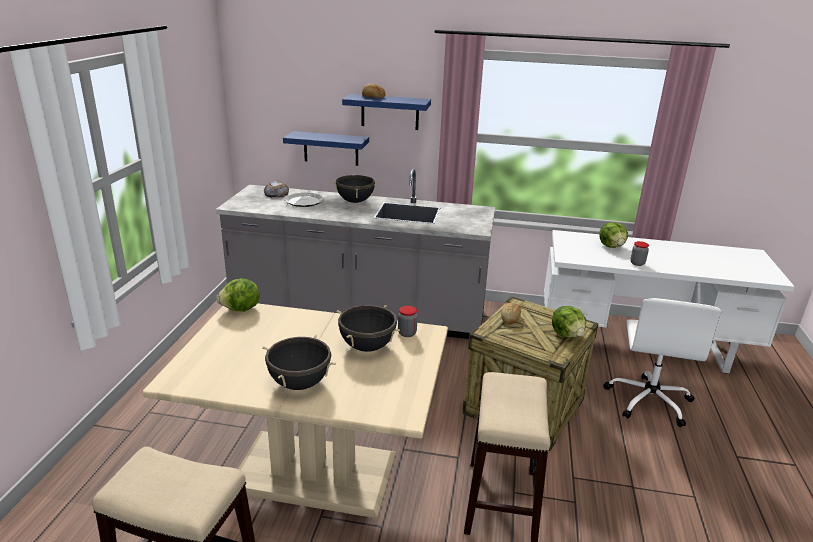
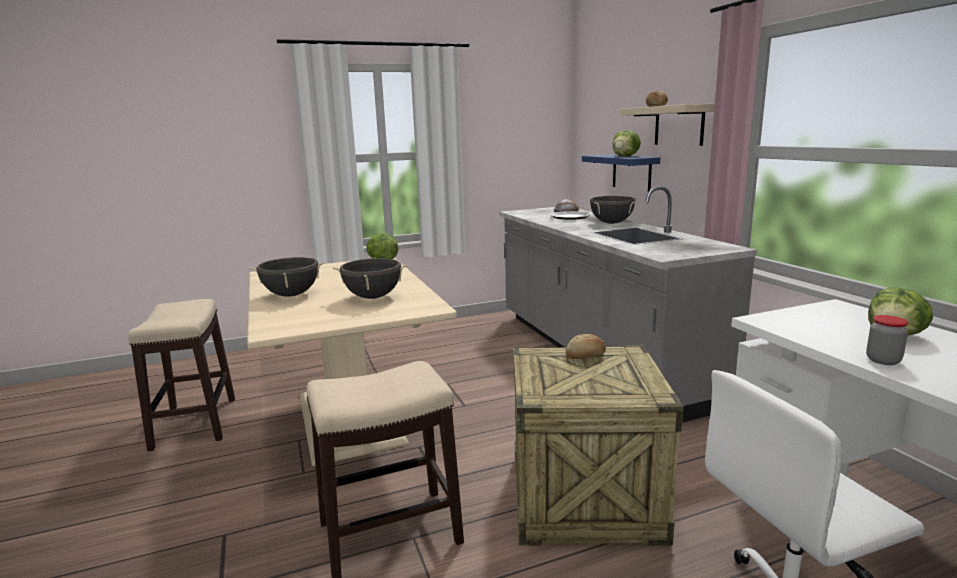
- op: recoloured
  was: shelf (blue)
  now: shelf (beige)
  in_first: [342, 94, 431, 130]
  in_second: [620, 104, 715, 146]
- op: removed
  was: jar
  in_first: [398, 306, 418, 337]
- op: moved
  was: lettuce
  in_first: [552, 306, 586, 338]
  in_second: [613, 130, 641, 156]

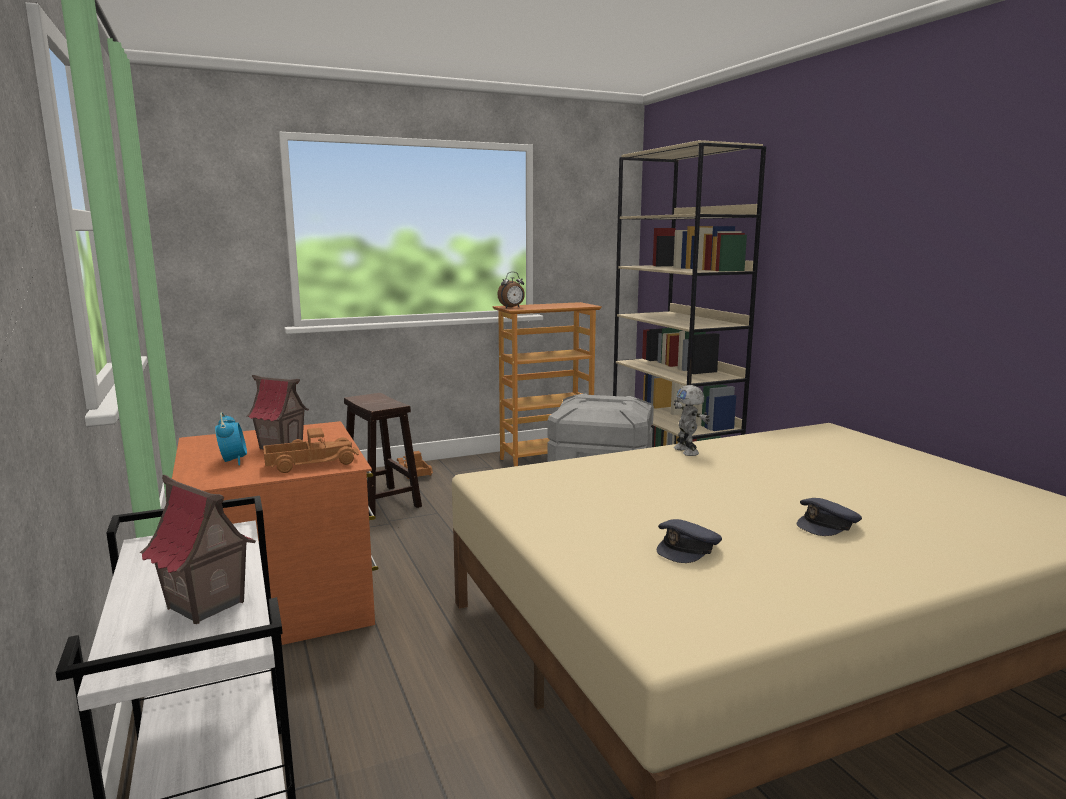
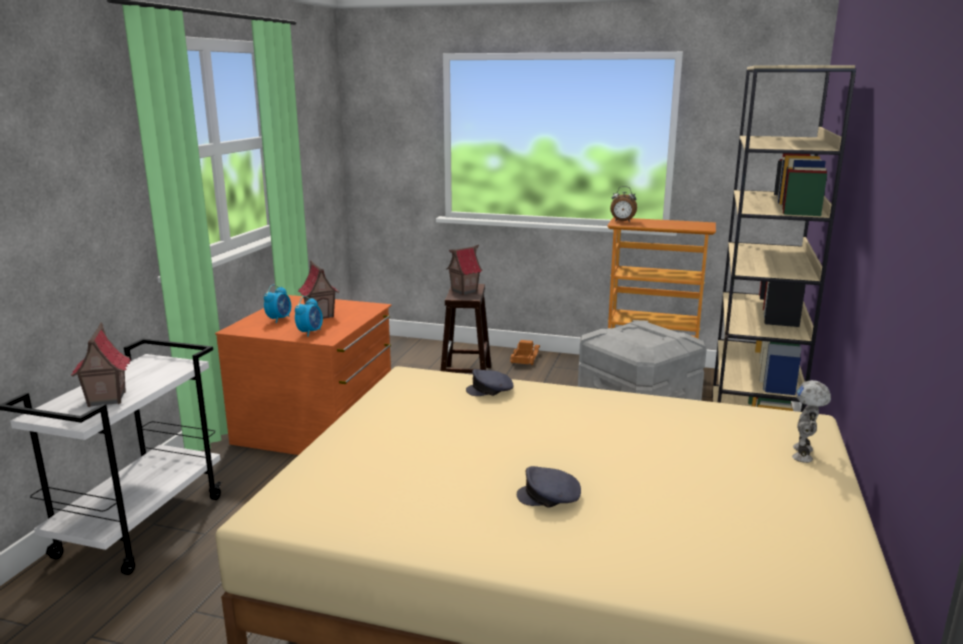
- op: moved
  was: toy robot
  in_first: [674, 385, 710, 456]
  in_second: [792, 380, 831, 463]
- op: replaced
  was: toy truck
  now: alarm clock
  in_first: [263, 428, 359, 473]
  in_second: [295, 296, 323, 337]
- op: moved
  was: cap (grey)
  in_first: [657, 519, 722, 563]
  in_second: [466, 369, 513, 396]
- op: added
  now: toy house
  in_second: [446, 245, 483, 295]

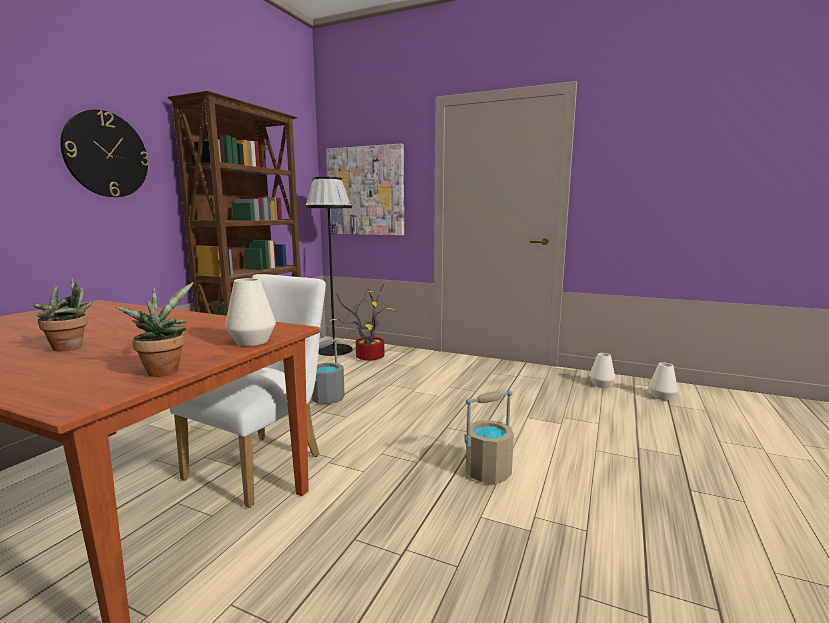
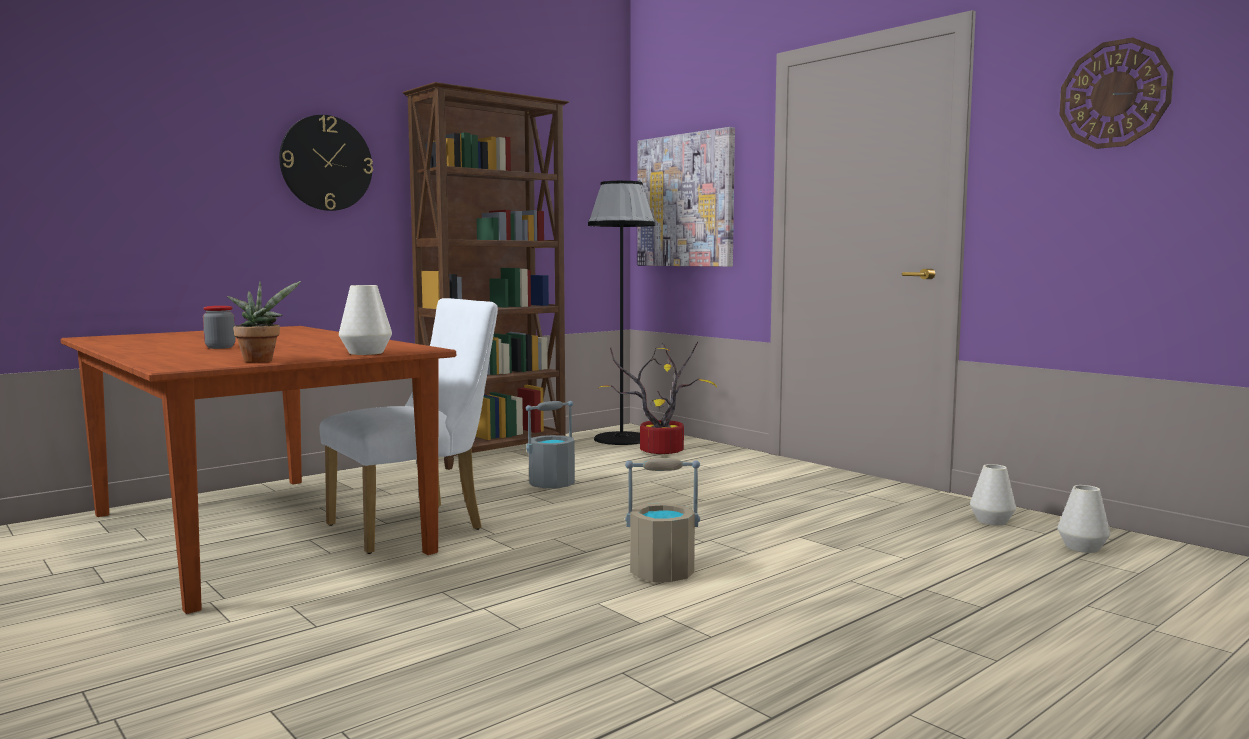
- op: replaced
  was: potted plant
  now: jar
  in_first: [33, 277, 93, 351]
  in_second: [203, 306, 235, 349]
- op: added
  now: wall clock
  in_second: [1059, 37, 1174, 149]

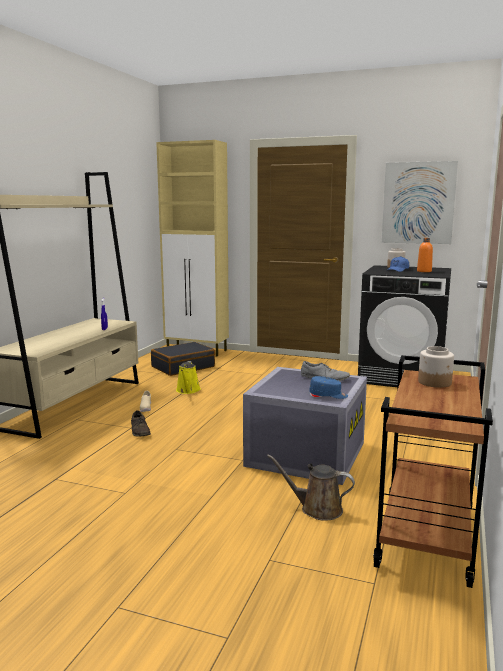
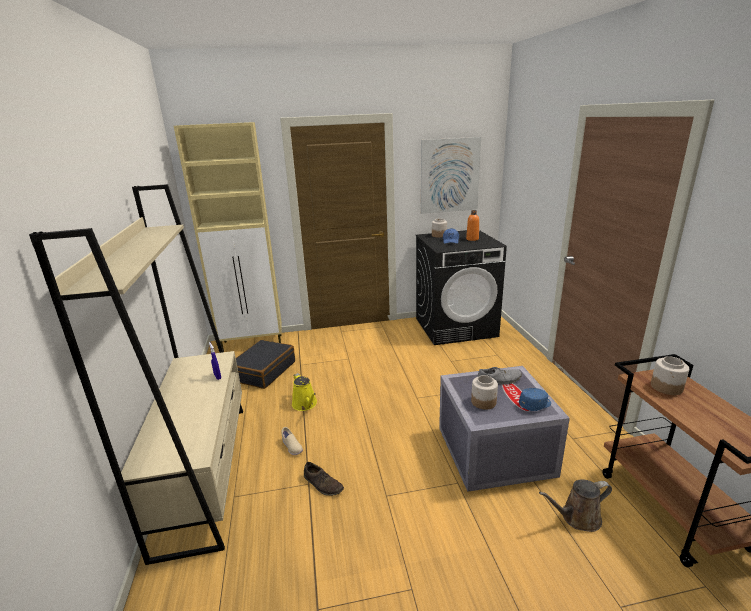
- op: added
  now: jar
  in_second: [471, 375, 498, 410]

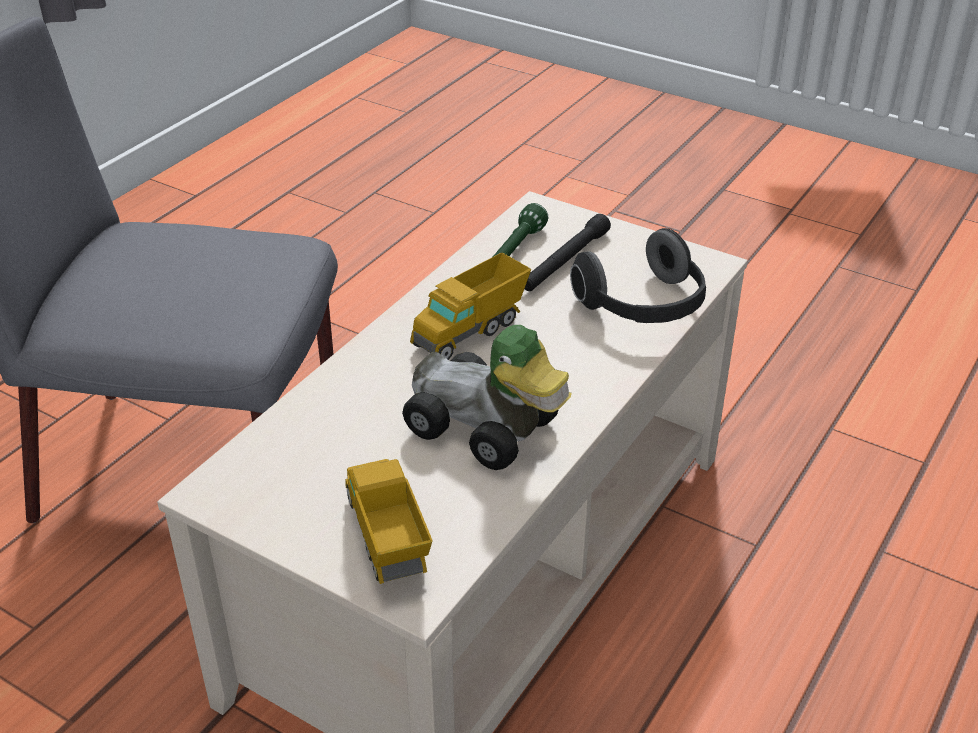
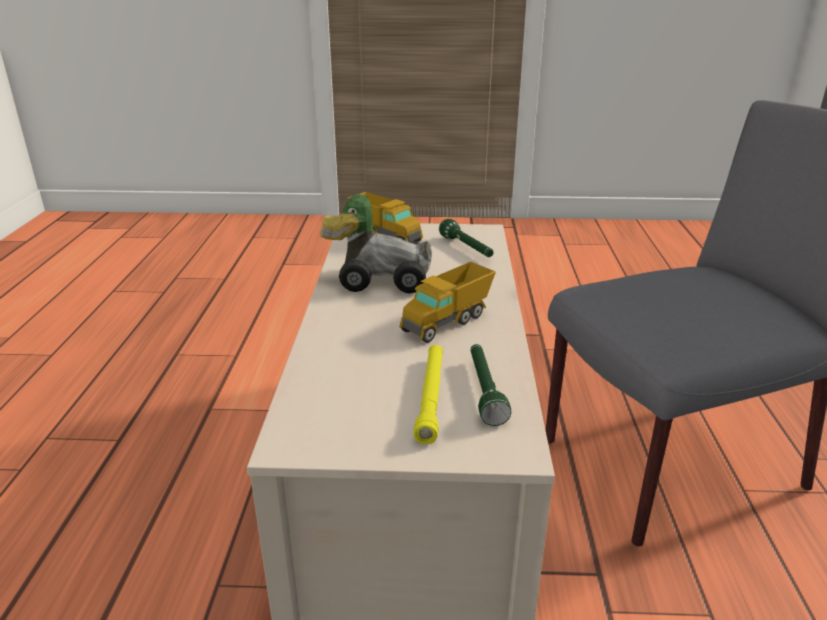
- op: recoloured
  was: flashlight (black)
  now: flashlight (yellow)
  in_first: [524, 214, 611, 291]
  in_second: [413, 345, 443, 444]
- op: removed
  was: headphones
  in_first: [570, 228, 706, 323]
- op: turned
  was: toy truck
  in_first: [410, 253, 531, 360]
  in_second: [399, 262, 496, 343]
  clockwise: -150
- op: added
  now: flashlight (green)
  in_second: [439, 218, 494, 257]

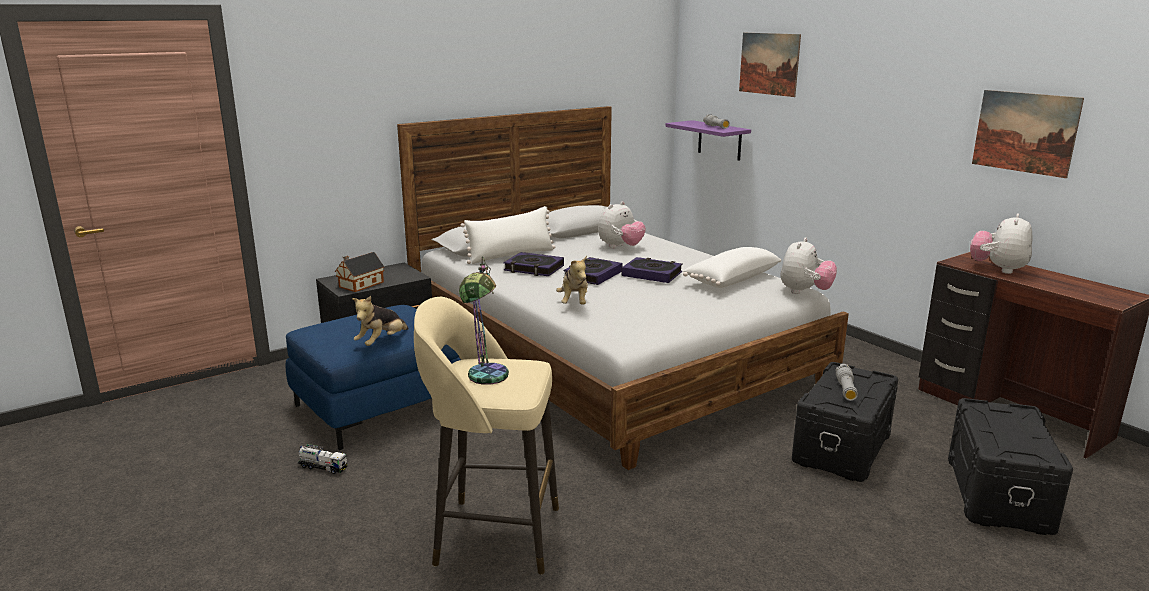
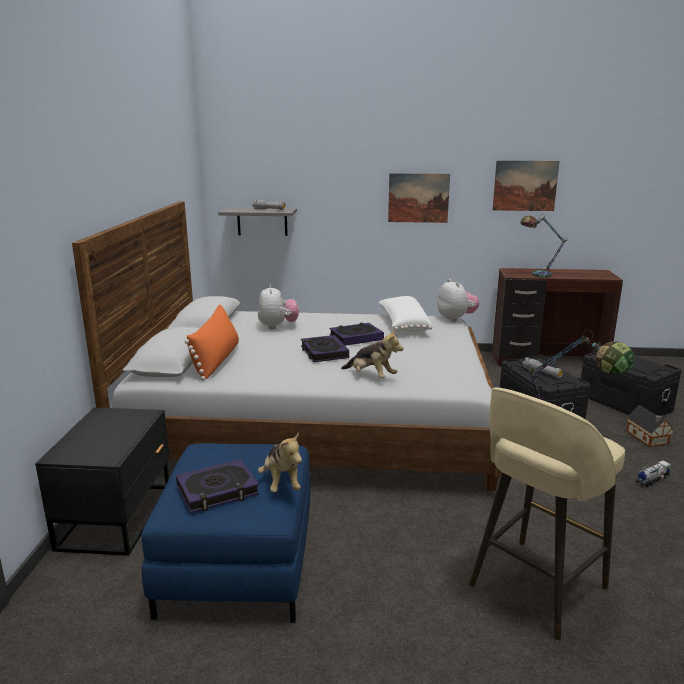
- op: moved
  was: picture
  in_first: [739, 33, 801, 97]
  in_second: [388, 173, 450, 223]
- op: recoloured
  was: shelf (purple)
  now: shelf (grey)
  in_first: [665, 120, 751, 161]
  in_second: [218, 208, 297, 236]
- op: recoloured
  was: pillow (white)
  now: pillow (orange)
  in_first: [461, 206, 555, 264]
  in_second: [184, 304, 239, 380]
- op: replaced
  was: plush toy
  now: table lamp
  in_first: [970, 213, 1032, 274]
  in_second: [520, 214, 568, 278]
- op: moved
  was: toy house
  in_first: [335, 252, 384, 292]
  in_second: [627, 405, 674, 447]
- op: moved
  was: book
  in_first: [504, 252, 564, 276]
  in_second: [176, 459, 259, 513]
- op: moved
  was: toy truck
  in_first: [297, 444, 348, 474]
  in_second: [635, 460, 671, 487]

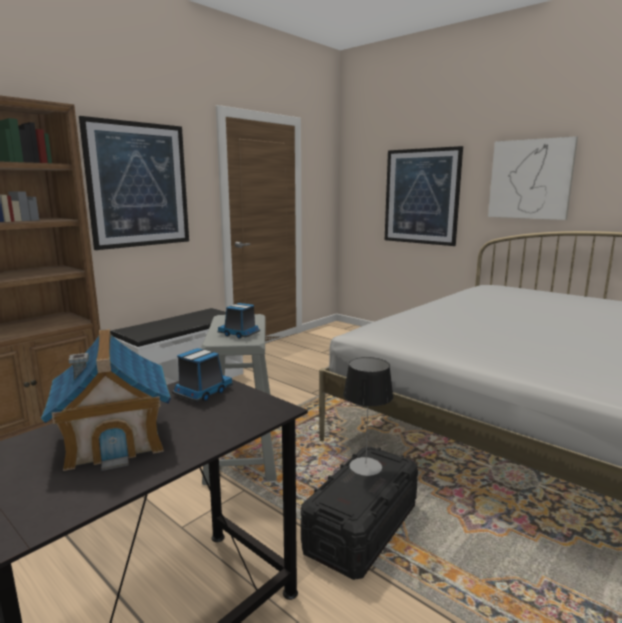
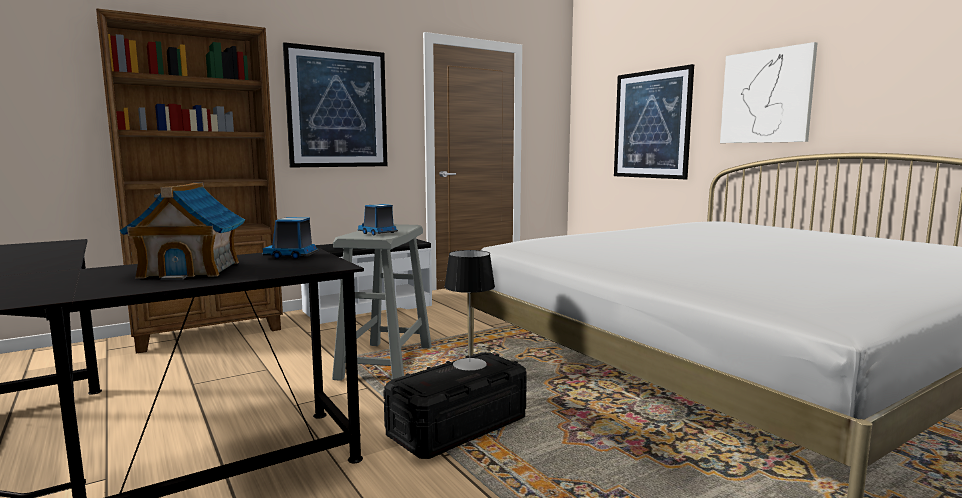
- op: turned
  was: toy truck
  in_first: [172, 348, 233, 402]
  in_second: [262, 217, 319, 259]
  clockwise: -135

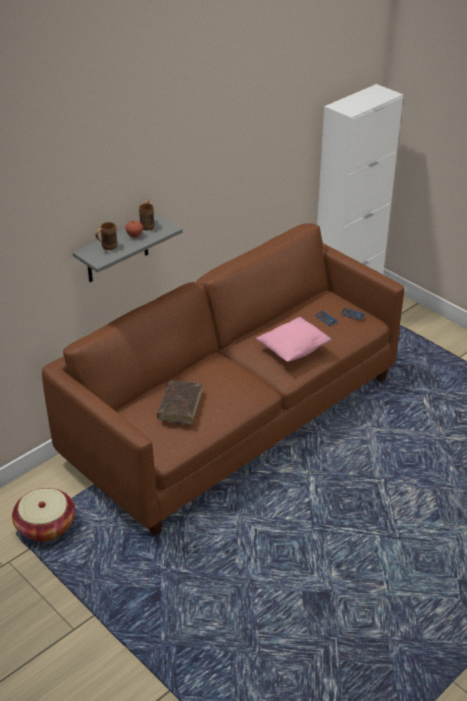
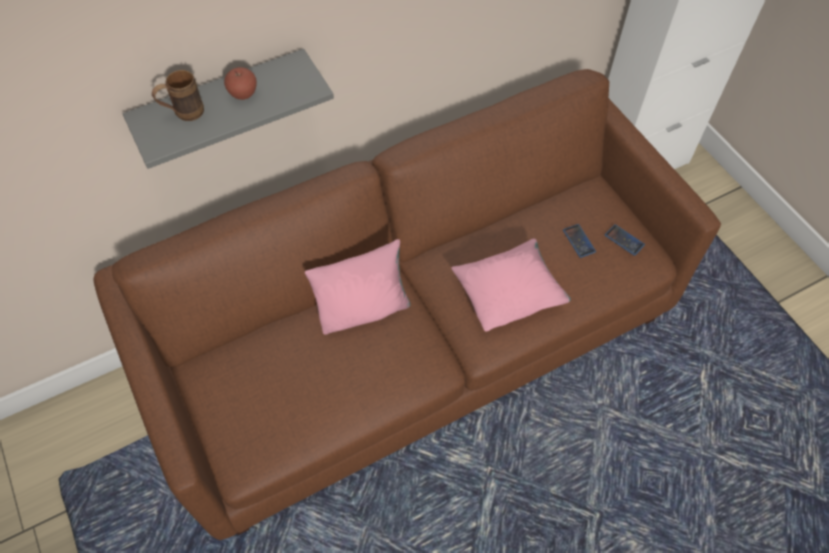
- op: removed
  was: mug (brown)
  in_first: [139, 199, 155, 231]
- op: removed
  was: book (brown)
  in_first: [157, 381, 203, 425]
- op: removed
  was: basket
  in_first: [12, 488, 75, 542]
- op: added
  now: pillow (pink)
  in_second: [305, 239, 411, 335]

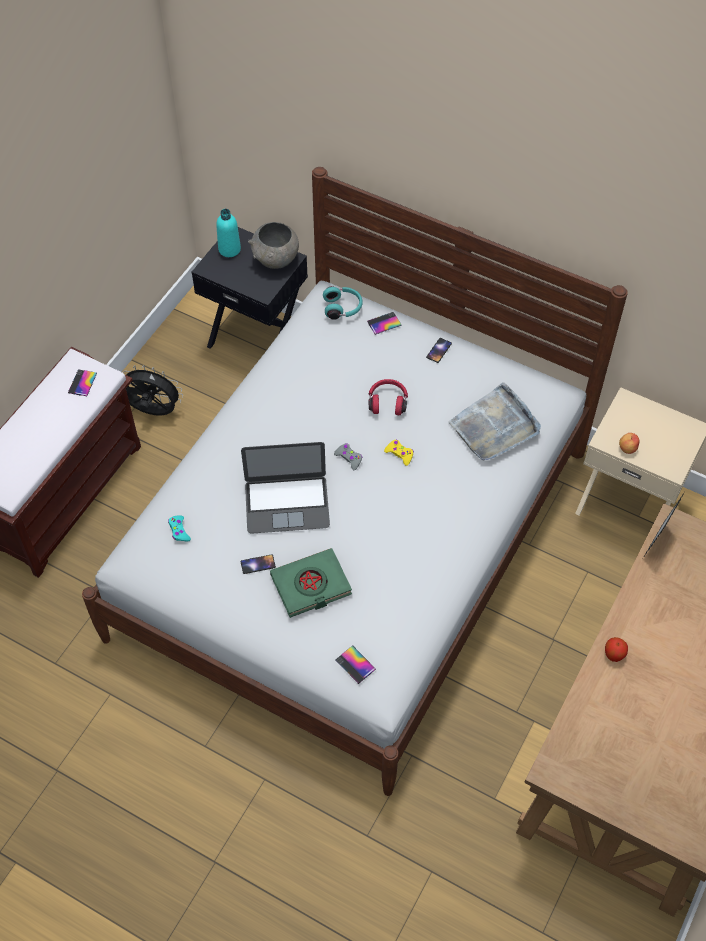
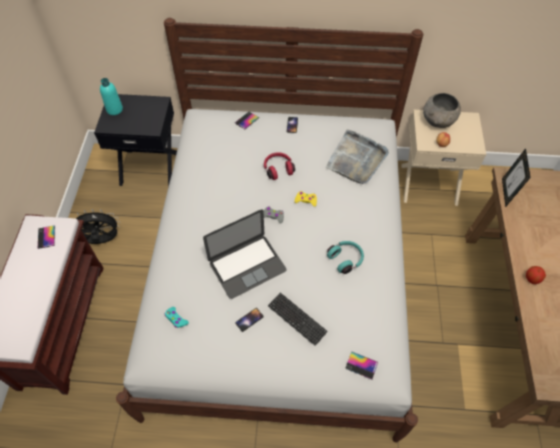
- op: moved
  was: bowl (grey)
  in_first: [248, 222, 299, 269]
  in_second: [423, 93, 461, 128]
- op: moved
  was: headphones (turquoise)
  in_first: [323, 286, 363, 320]
  in_second: [327, 241, 364, 274]
- op: replaced
  was: book (green)
  now: keyboard
  in_first: [270, 548, 352, 618]
  in_second: [268, 293, 328, 346]

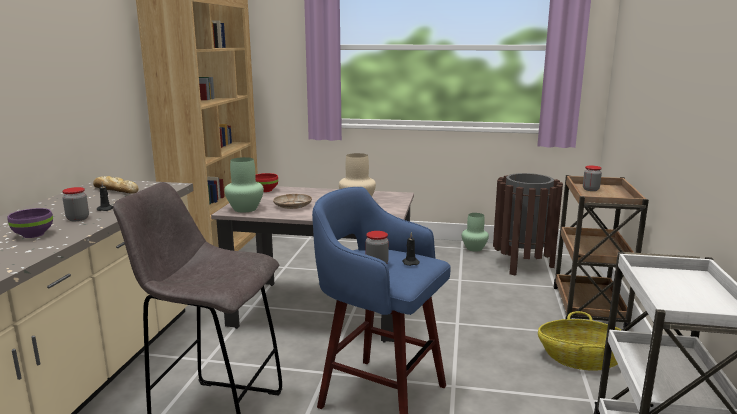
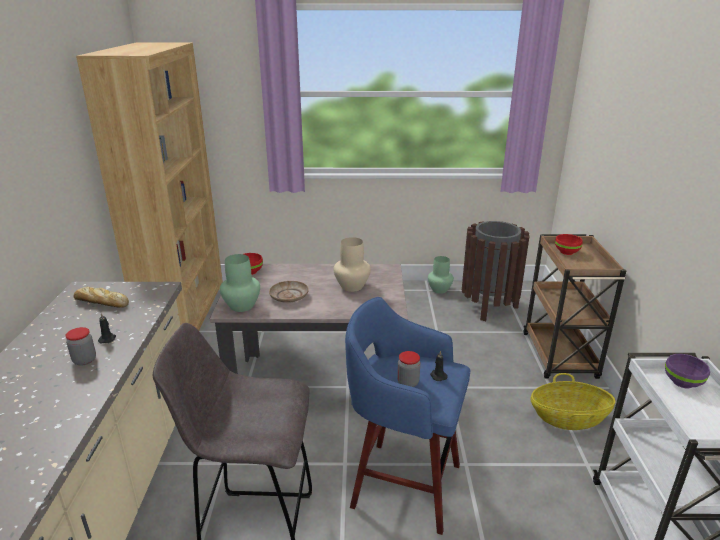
- op: replaced
  was: jar
  now: bowl (red)
  in_first: [583, 166, 602, 191]
  in_second: [555, 234, 583, 255]
- op: moved
  was: bowl (purple)
  in_first: [7, 208, 53, 238]
  in_second: [665, 354, 710, 389]

